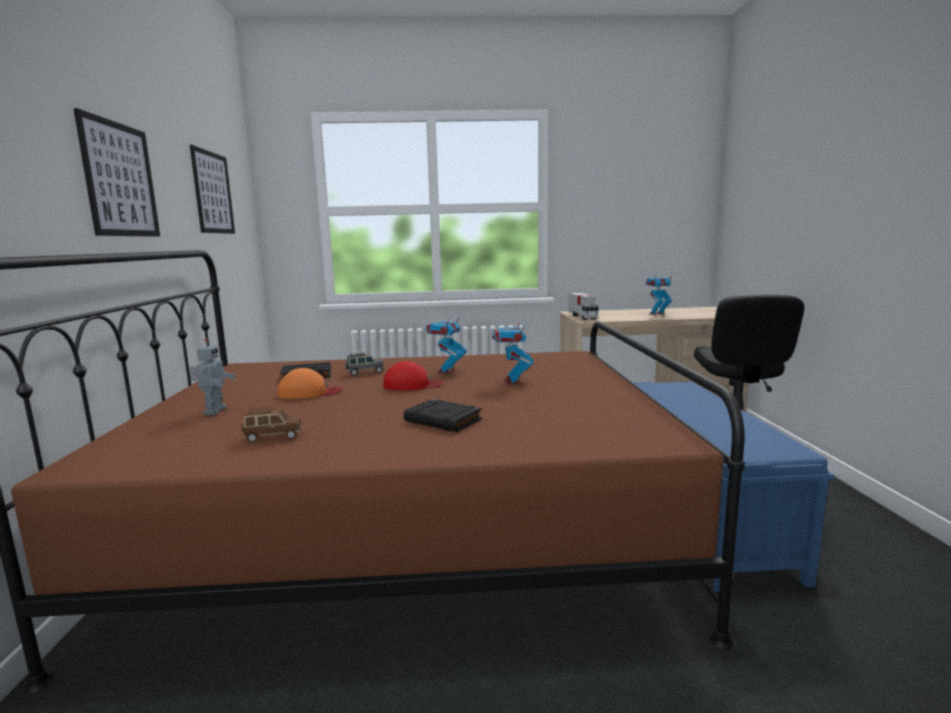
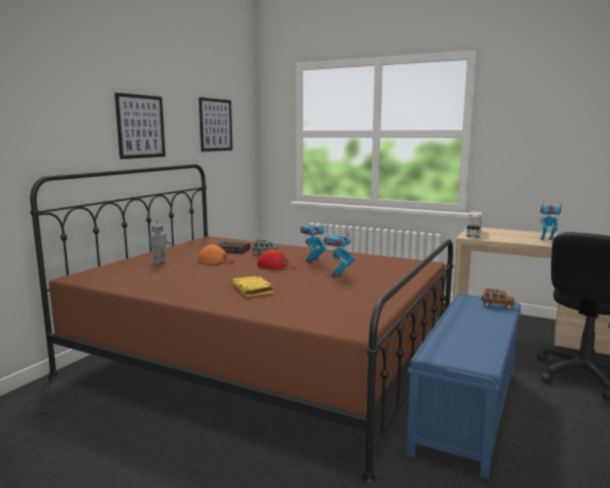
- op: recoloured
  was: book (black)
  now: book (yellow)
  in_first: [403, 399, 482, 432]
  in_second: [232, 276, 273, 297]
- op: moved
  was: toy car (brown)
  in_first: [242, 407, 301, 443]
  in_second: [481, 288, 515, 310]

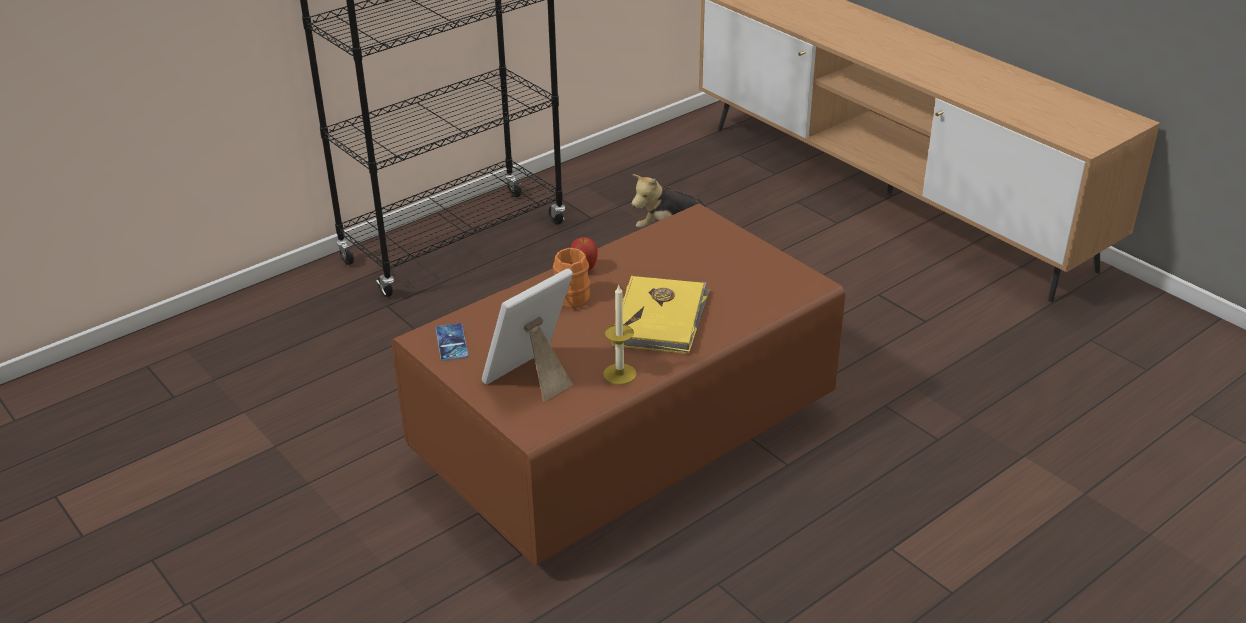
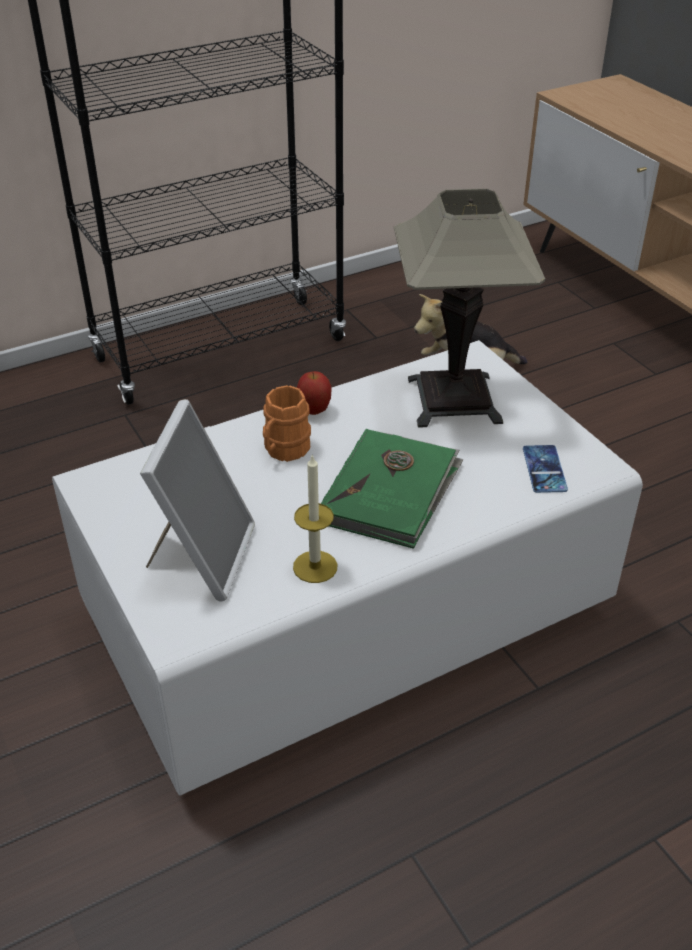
- op: recoloured
  was: coffee table (brown)
  now: coffee table (white)
  in_first: [391, 203, 846, 565]
  in_second: [52, 340, 643, 795]
- op: turned
  was: picture frame
  in_first: [482, 269, 573, 402]
  in_second: [140, 399, 255, 601]
  clockwise: 135
- op: recoloured
  was: book (yellow)
  now: book (green)
  in_first: [611, 276, 710, 354]
  in_second: [321, 429, 463, 549]
- op: moved
  was: phone
  in_first: [436, 323, 468, 361]
  in_second: [523, 445, 568, 493]
- op: added
  now: table lamp
  in_second: [394, 188, 545, 428]

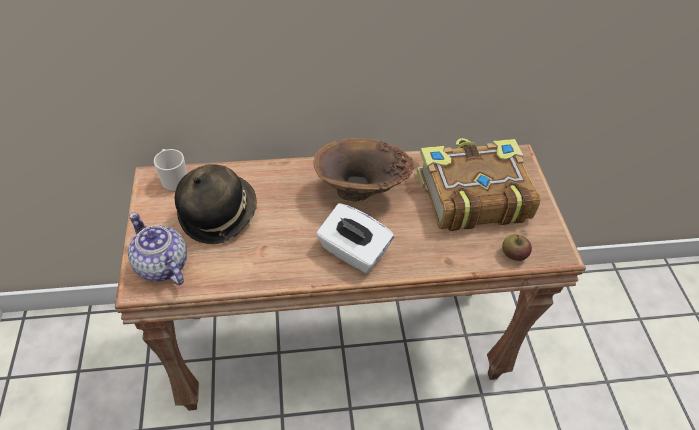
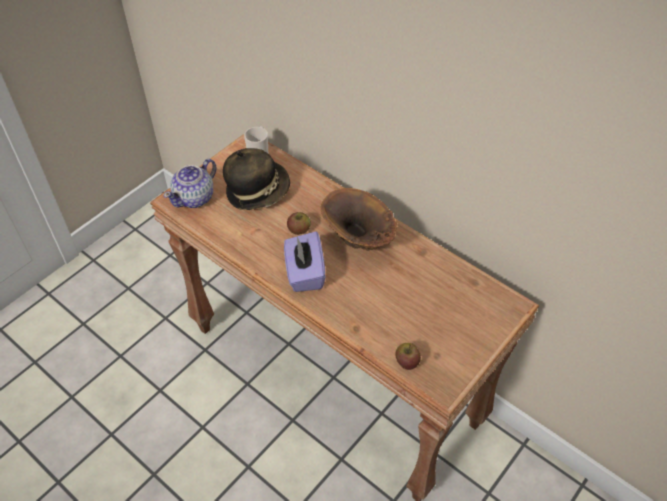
- op: removed
  was: book
  in_first: [417, 138, 541, 231]
- op: recoloured
  was: tissue box (white)
  now: tissue box (purple)
  in_first: [316, 203, 394, 273]
  in_second: [284, 231, 325, 292]
- op: turned
  was: teapot
  in_first: [128, 212, 187, 285]
  in_second: [164, 159, 217, 208]
  clockwise: -150
- op: added
  now: apple
  in_second: [287, 212, 311, 235]

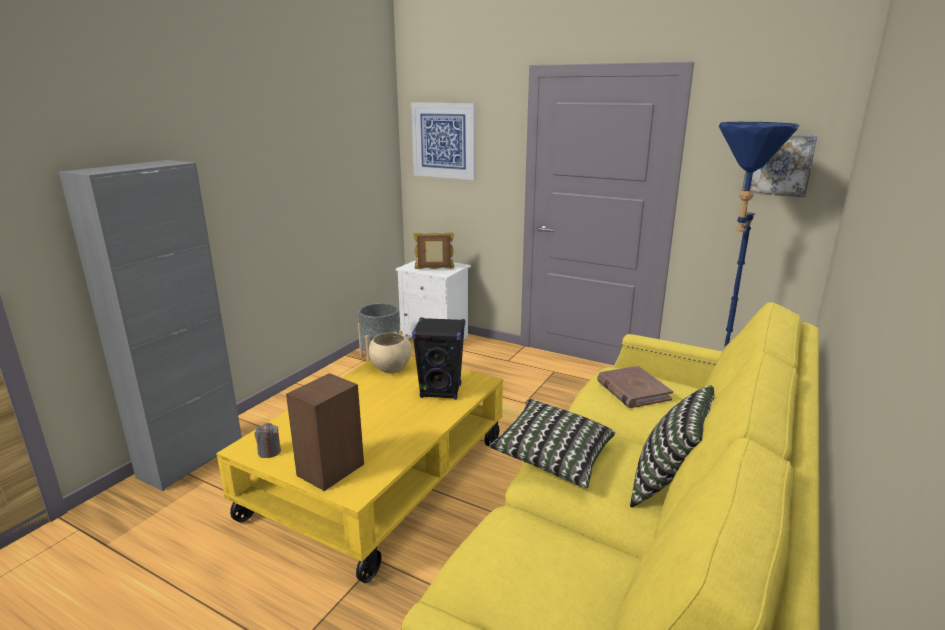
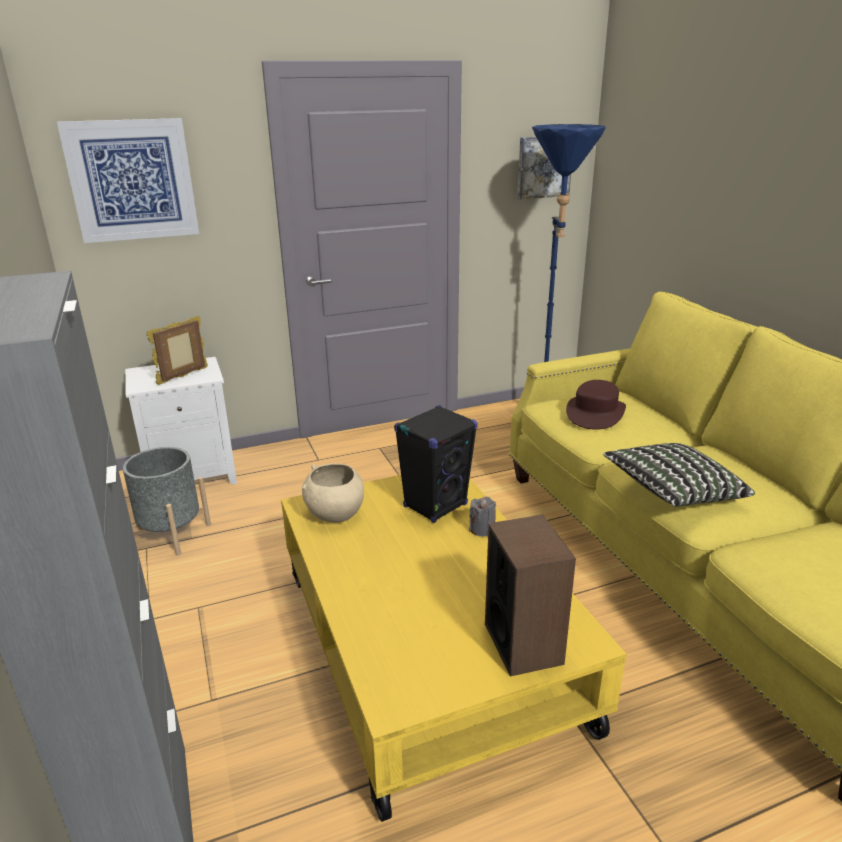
- op: replaced
  was: book (brown)
  now: hat (brown)
  in_first: [597, 366, 673, 408]
  in_second: [566, 380, 626, 430]
- op: removed
  was: pillow
  in_first: [630, 385, 714, 508]
- op: moved
  was: candle (grey)
  in_first: [255, 423, 281, 458]
  in_second: [469, 497, 496, 537]

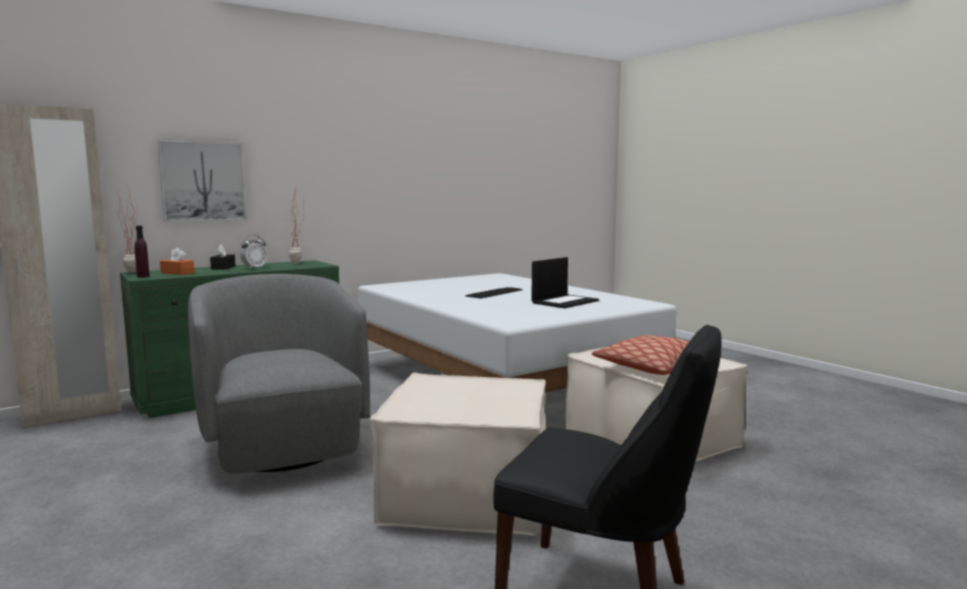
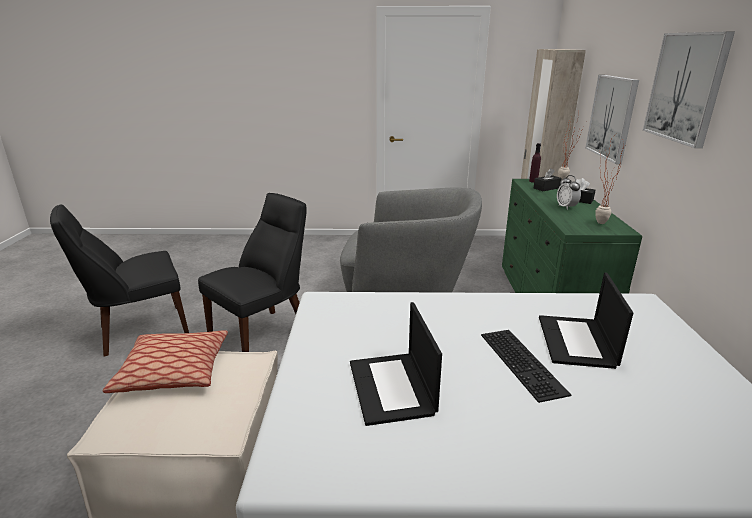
- op: recoloured
  was: tissue box (orange)
  now: tissue box (black)
  in_first: [160, 248, 195, 275]
  in_second: [534, 168, 562, 191]
- op: replaced
  was: ottoman (beige)
  now: chair (black)
  in_first: [370, 373, 546, 536]
  in_second: [198, 193, 307, 352]
- op: added
  now: picture
  in_second: [643, 31, 735, 148]
- op: added
  now: laptop
  in_second: [539, 273, 633, 369]

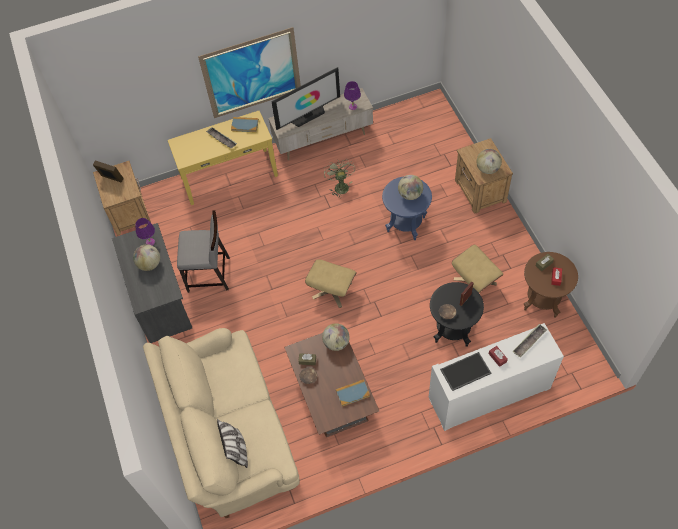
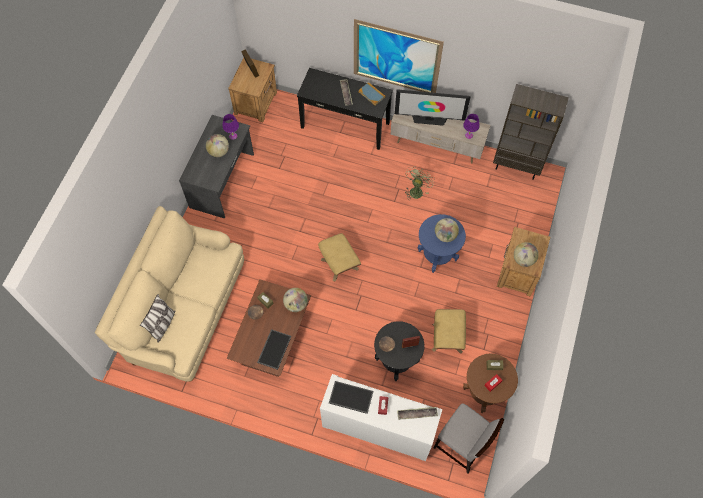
- op: recoloured
  was: console table (yellow)
  now: console table (black)
  in_first: [168, 111, 278, 205]
  in_second: [297, 68, 393, 150]
- op: moved
  was: chair (grey)
  in_first: [177, 211, 230, 293]
  in_second: [433, 403, 504, 474]
- op: replaced
  was: book
  now: tray
  in_first: [336, 379, 370, 407]
  in_second: [257, 329, 292, 370]
- op: added
  now: bookcase (brown)
  in_second: [493, 84, 569, 180]

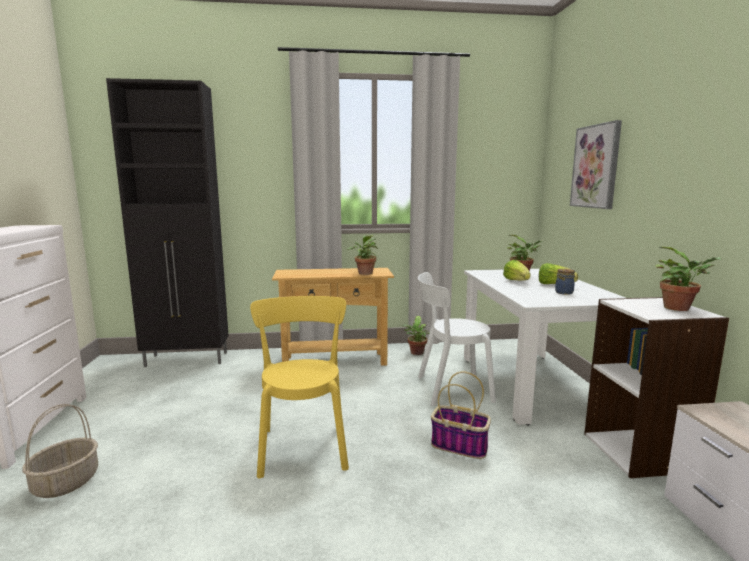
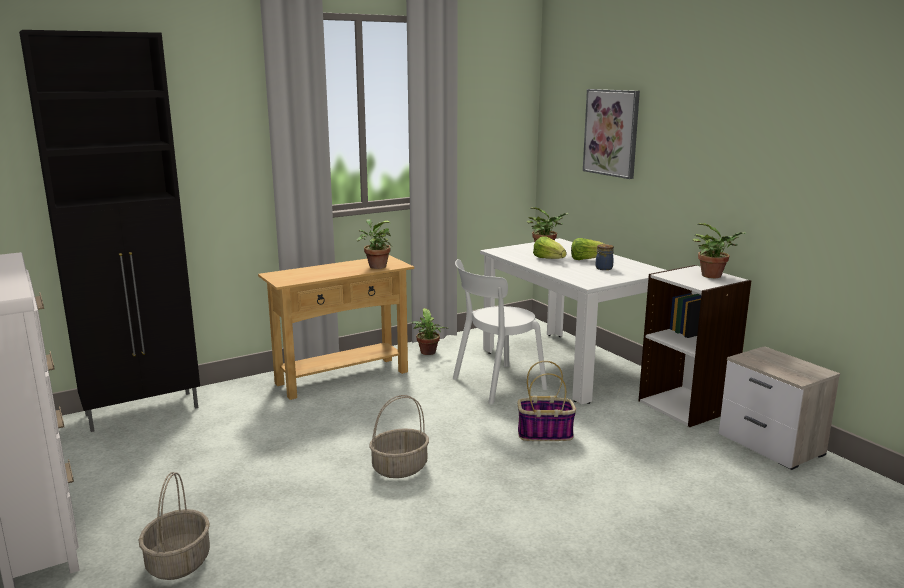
- op: replaced
  was: chair (yellow)
  now: basket
  in_first: [250, 296, 349, 478]
  in_second: [369, 395, 429, 478]

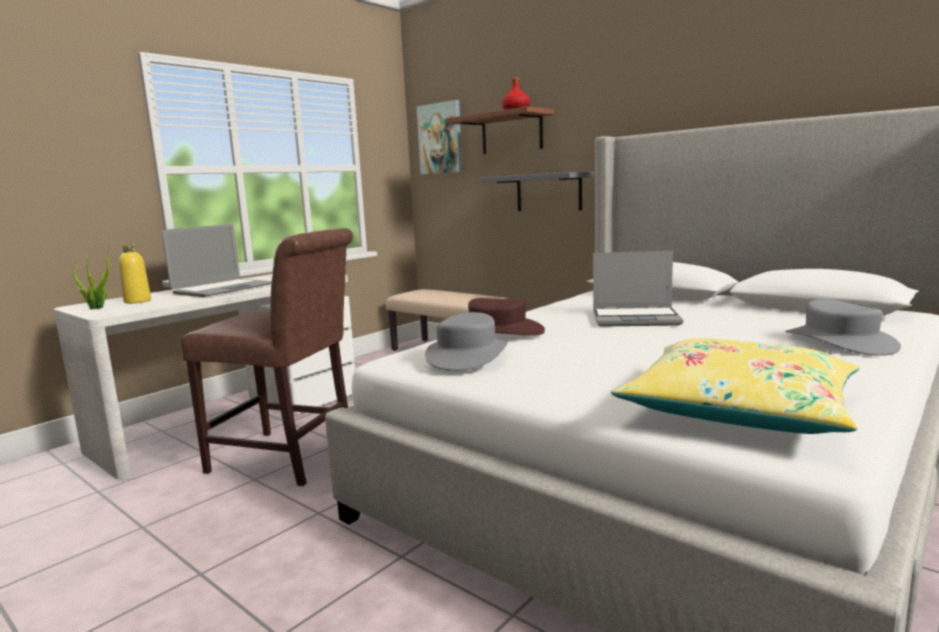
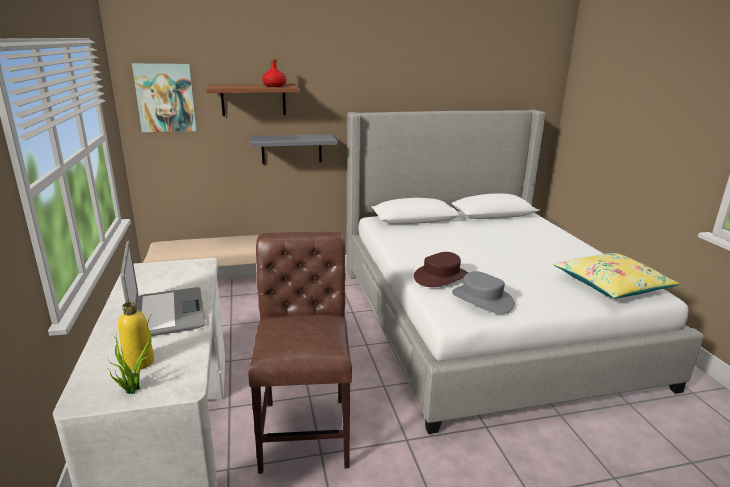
- op: turned
  was: chair (brown)
  in_first: [181, 228, 353, 486]
  in_second: [248, 232, 352, 474]
  clockwise: -60
- op: removed
  was: laptop
  in_first: [593, 251, 683, 327]
- op: removed
  was: hat (grey)
  in_first: [785, 299, 901, 356]

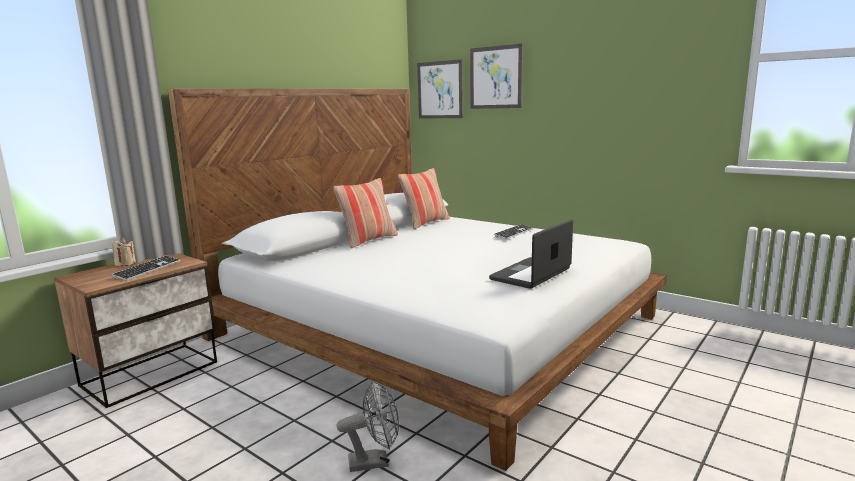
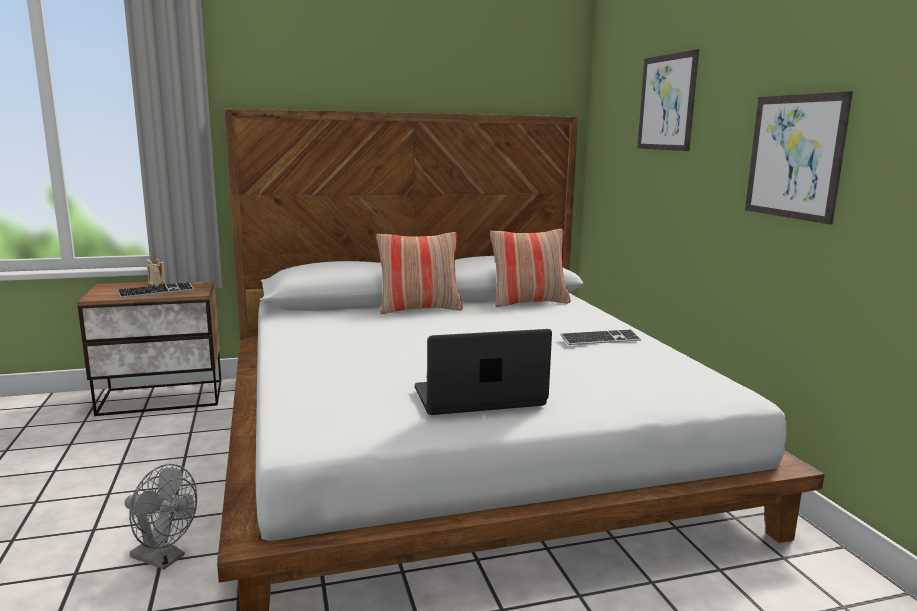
- op: moved
  was: picture
  in_first: [417, 59, 463, 118]
  in_second: [745, 91, 853, 225]

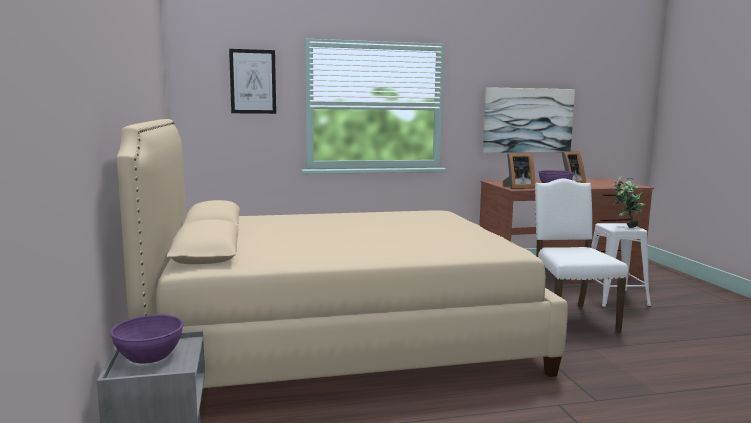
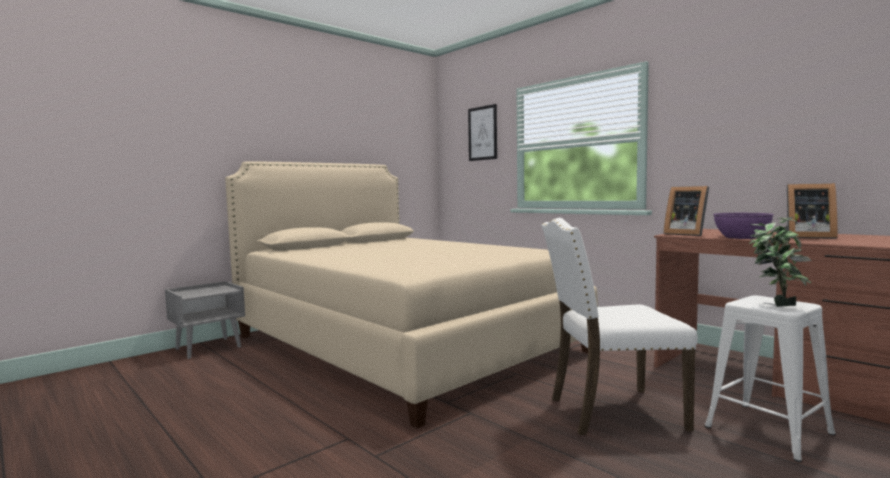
- op: removed
  was: picture
  in_first: [483, 87, 575, 153]
- op: turned
  was: chair (white)
  in_first: [535, 178, 628, 333]
  in_second: [541, 218, 698, 435]
  clockwise: -150
- op: removed
  was: bowl (purple)
  in_first: [110, 315, 184, 364]

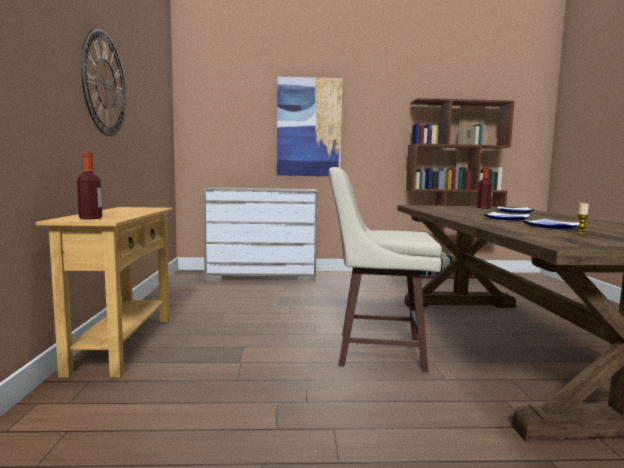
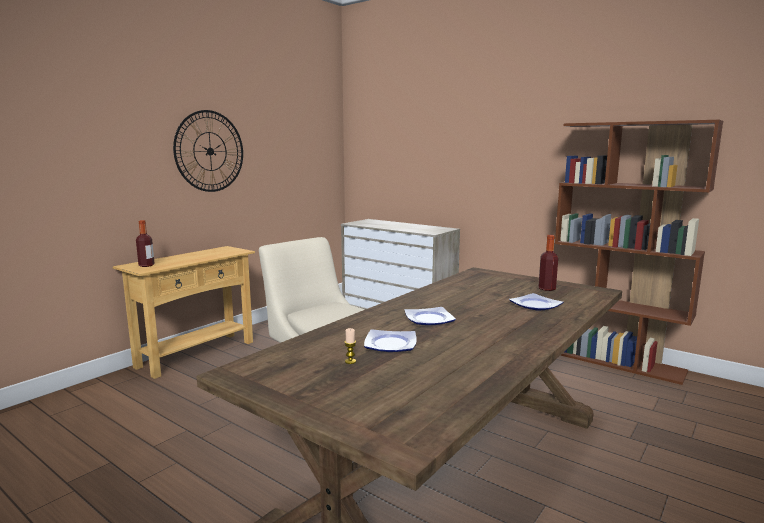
- op: removed
  was: picture
  in_first: [277, 77, 343, 176]

